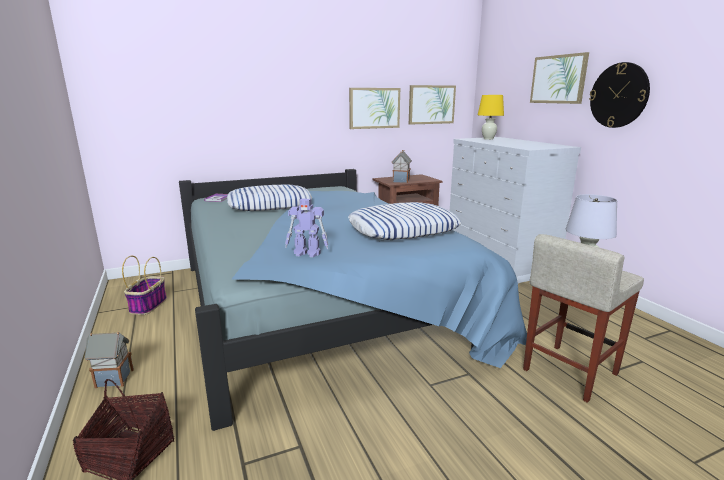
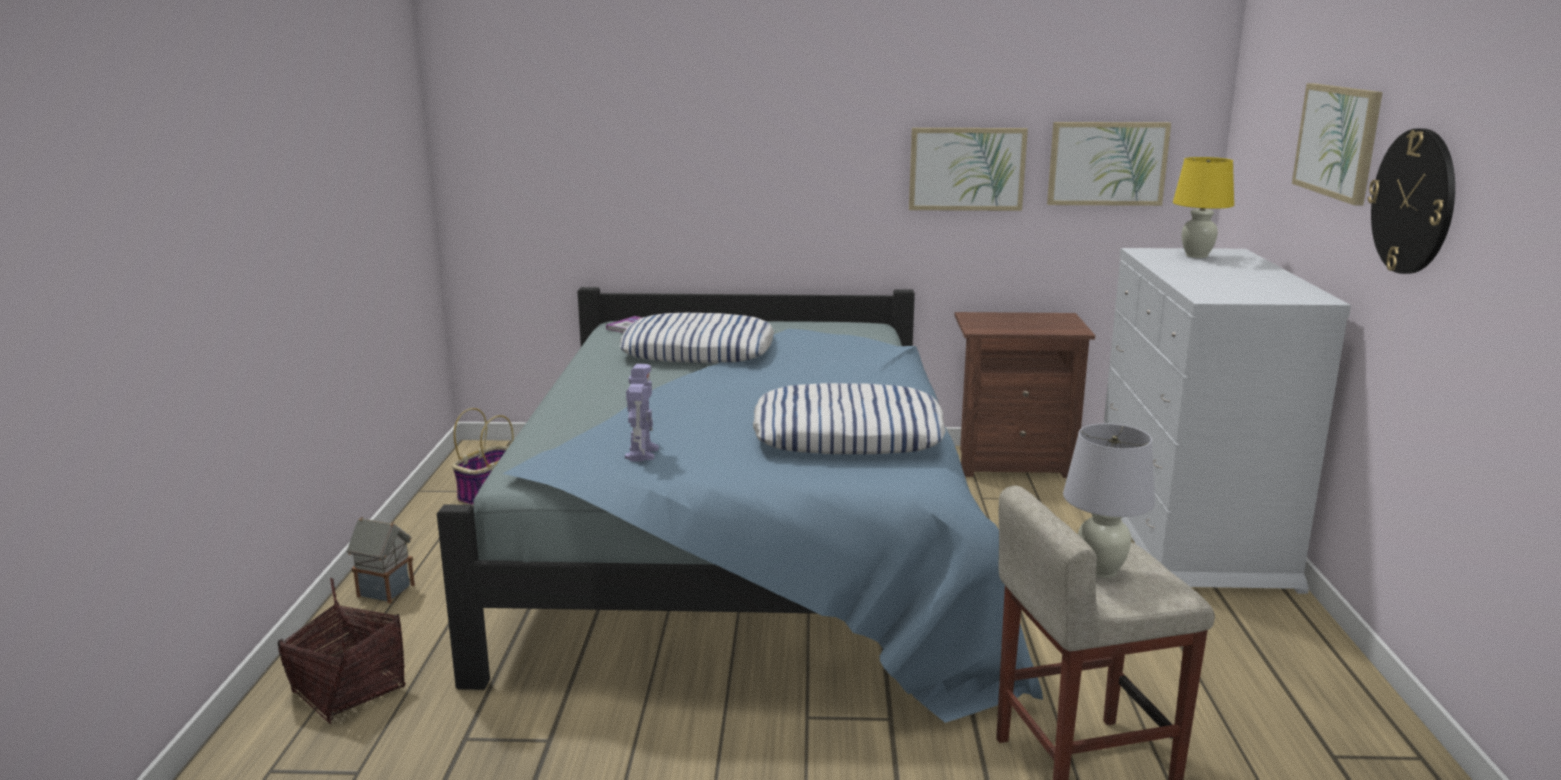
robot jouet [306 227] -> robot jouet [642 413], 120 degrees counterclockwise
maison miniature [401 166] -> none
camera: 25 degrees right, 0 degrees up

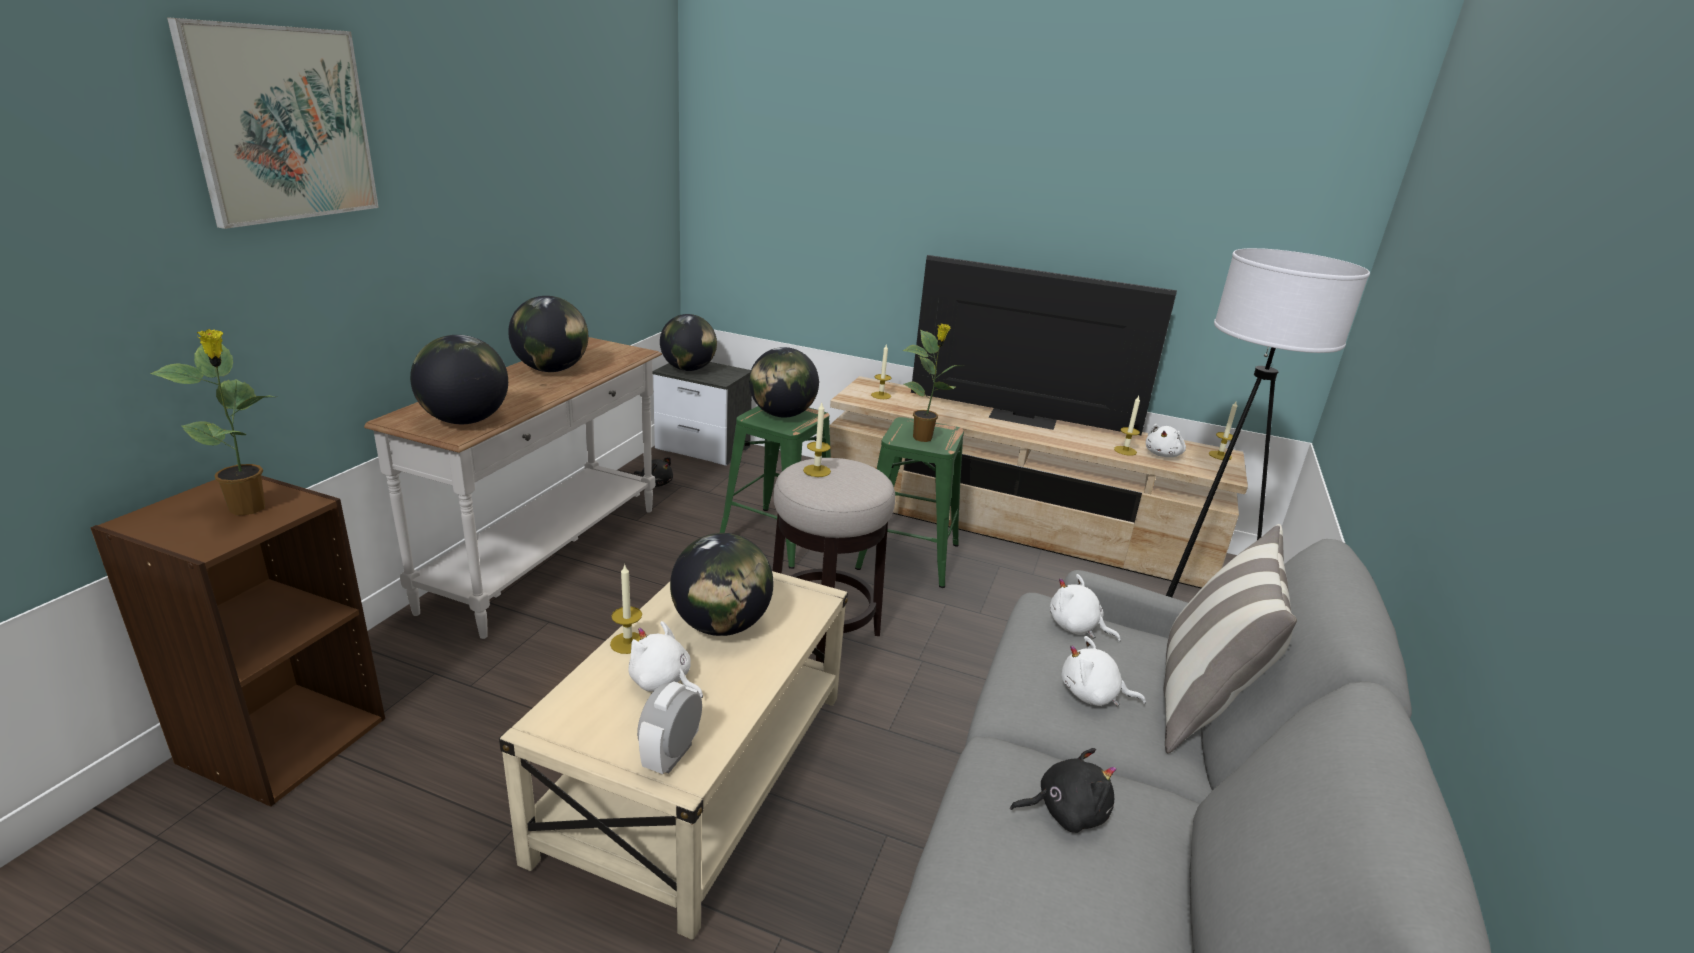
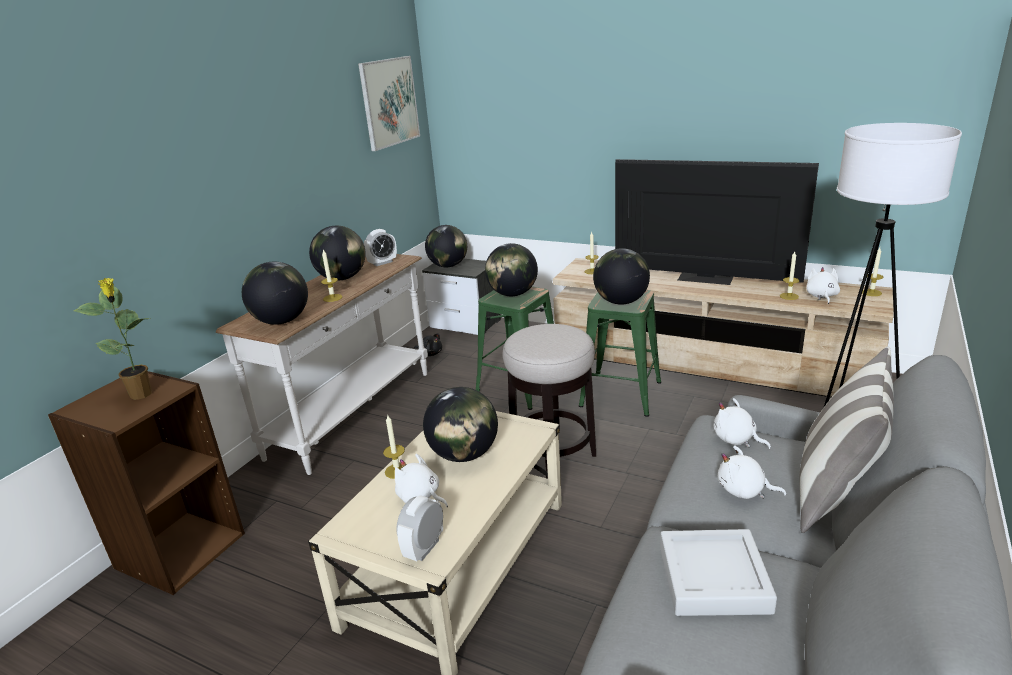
bougie [817 440] -> bougie [332 276], moved
tableau [273 123] -> tableau [389 103], moved
none -> réveil [380 247]
plante en pot [932 383] -> globe [621 276]
peluche [noir] [1063 790] -> plateau [gris] [718 572]
peluche [blanc] [1166 440] -> peluche [blanc] [823 285], 150 degrees clockwise
camera: 10 degrees right, 0 degrees up

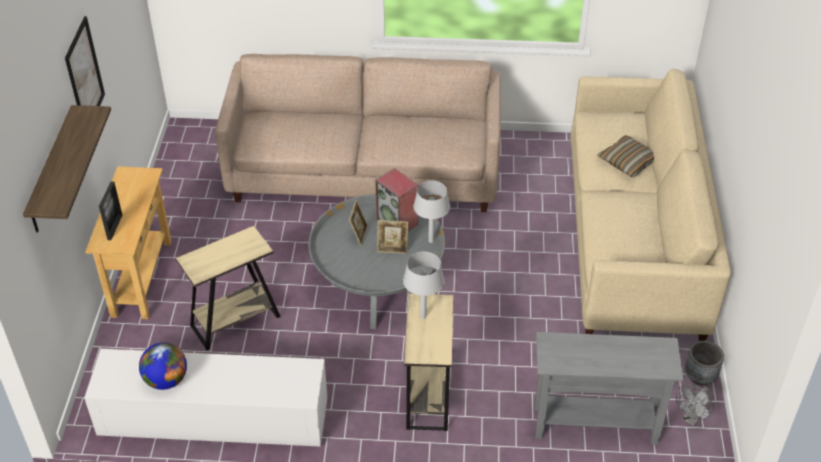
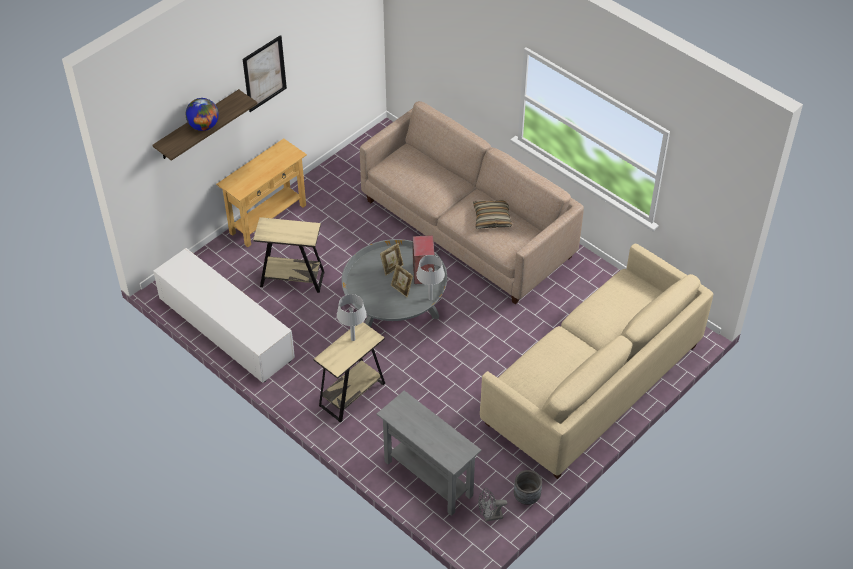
globe [163 366] -> globe [202 114], moved
coussin [625 156] -> coussin [492 214], moved
cadre photo [110 210] -> none
camera: 40 degrees right, 5 degrees up

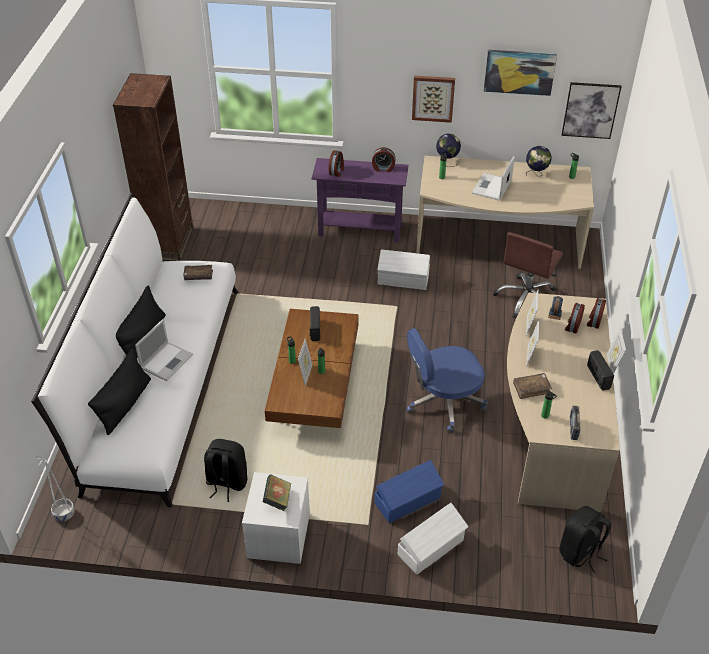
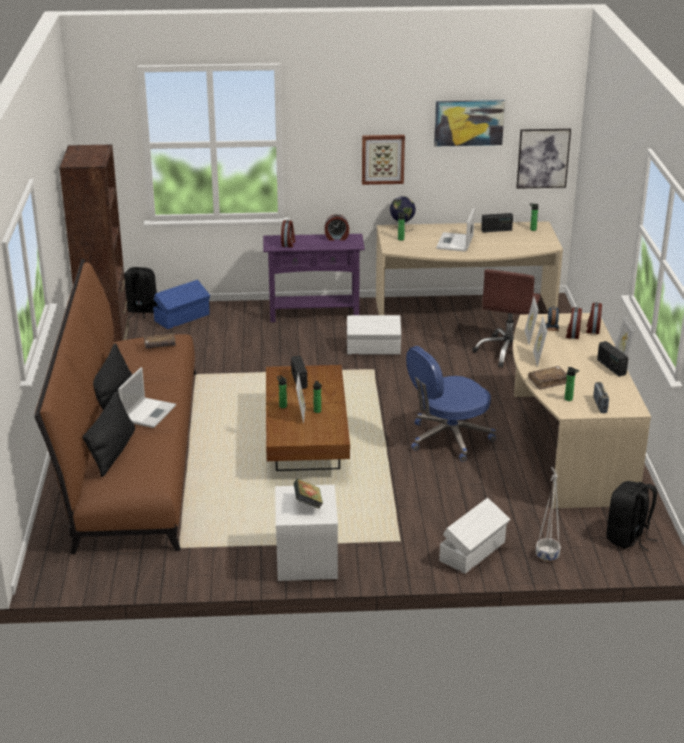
canapé [blanc] [134 350] -> canapé [marron] [115 406]
sac à dos [noir] [225 470] -> sac à dos [noir] [141 292], moved
boîte de rangement [bleu] [409 492] -> boîte de rangement [bleu] [181 304], moved
globe [539 161] -> radio [497 222]
cache-pot [blanc] [55 488] -> cache-pot [blanc] [548 514], moved
camera: 10 degrees left, 15 degrees down

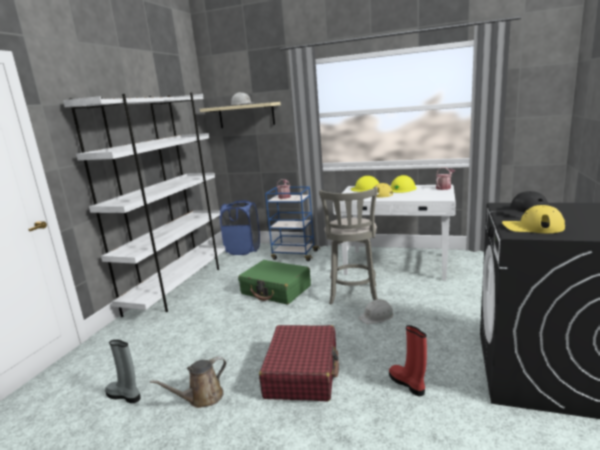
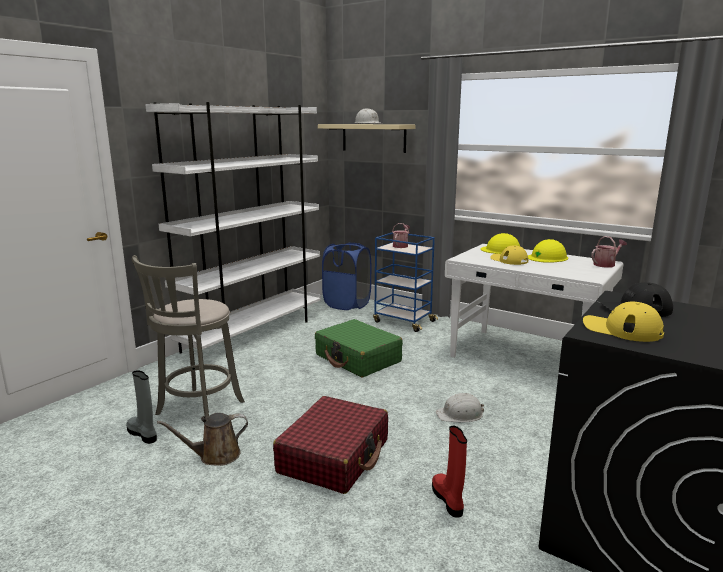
tabouret [gris] [348 246] -> tabouret [gris] [188 336], moved
camera: 15 degrees right, 0 degrees up

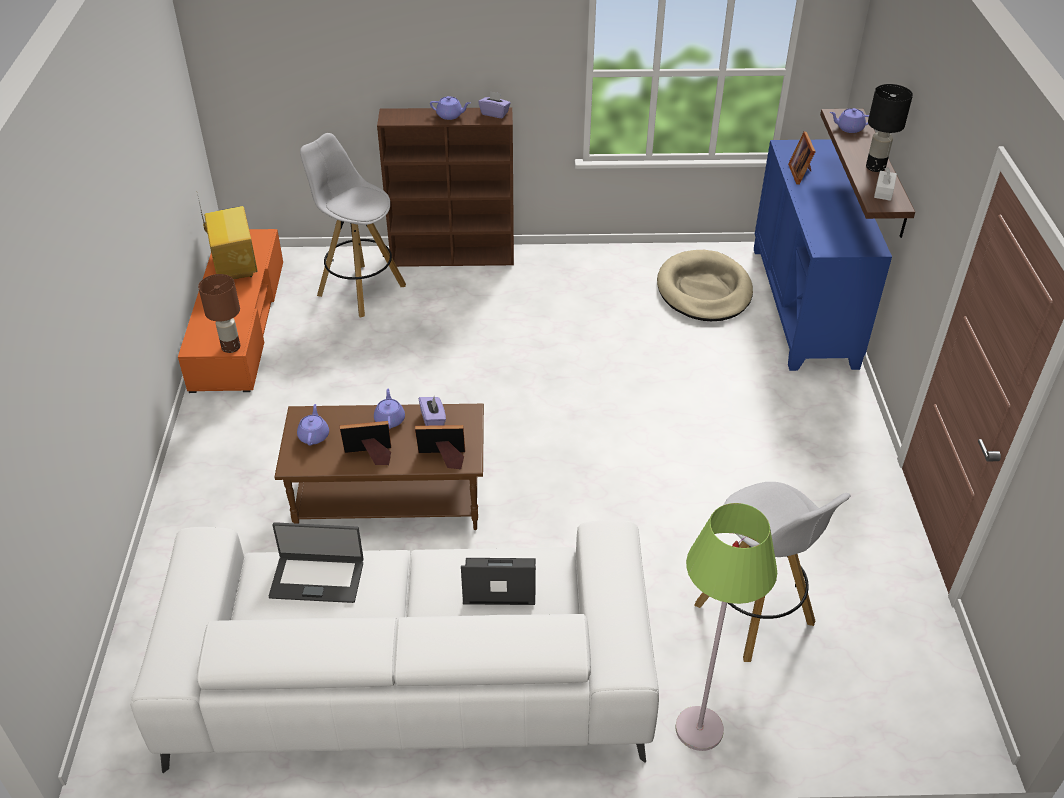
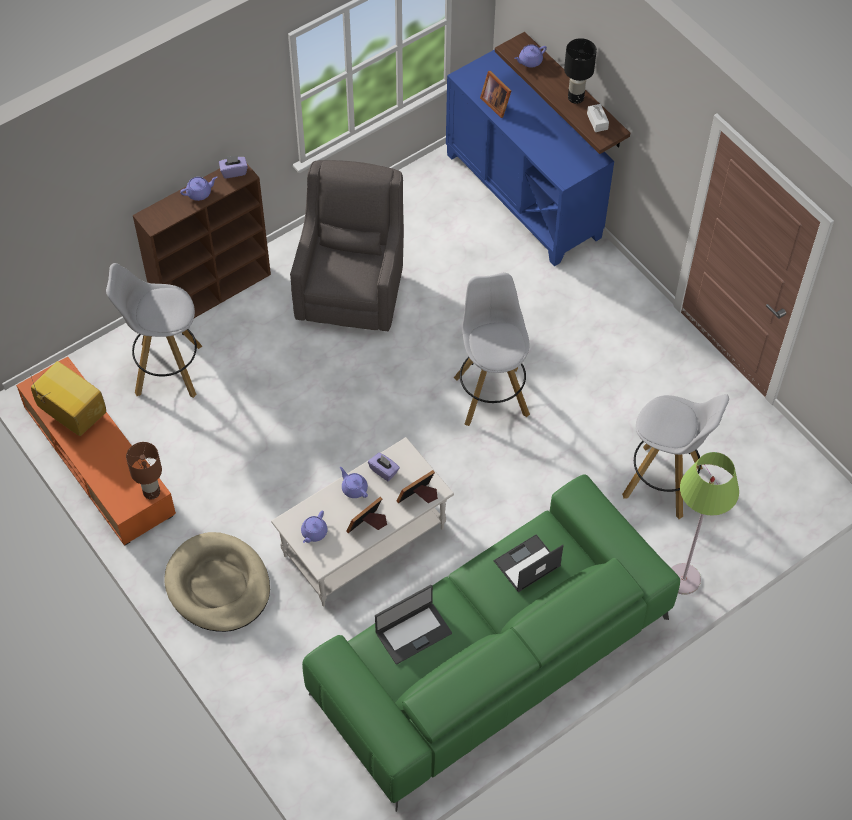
panier pour chien [beige] [705 285] -> panier pour chien [beige] [217 582], moved
table basse [marron] [379 467] -> table basse [blanc] [362 521]
none -> fauteuil [gris] [347 245]
théière [violet] [313 425] -> théière [violet] [314 526], 120 degrees counterclockwise
canapé [blanc] [394 646] -> canapé [vert] [491 643]
none -> tabouret [blanc] [492 349]
camera: 35 degrees left, 15 degrees up

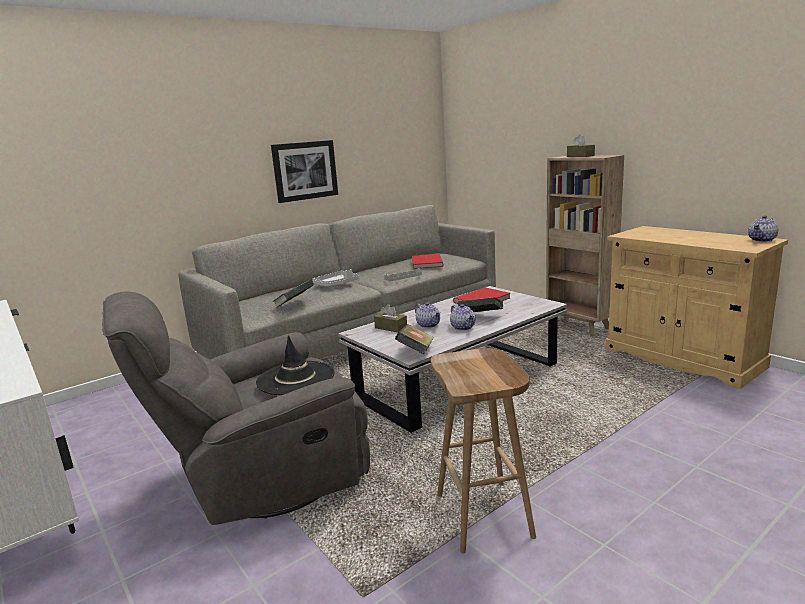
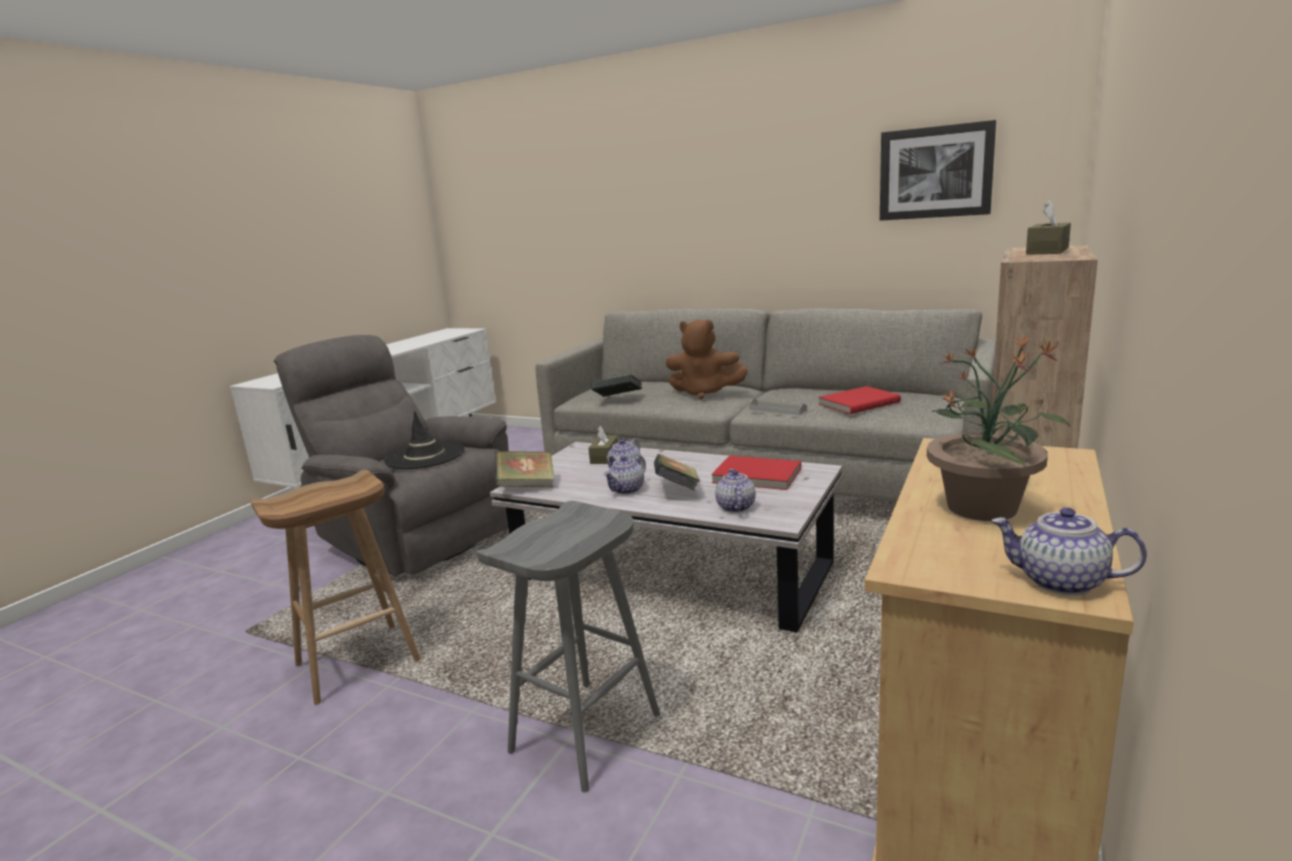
none -> tabouret [gris] [568 646]
plateau [gris] [335 278] -> peluche [marron] [706 359]
none -> théière [735 491]
tableau [304 171] -> tableau [938 170], moved
none -> plante en pot [999 428]
camera: 65 degrees right, 0 degrees up

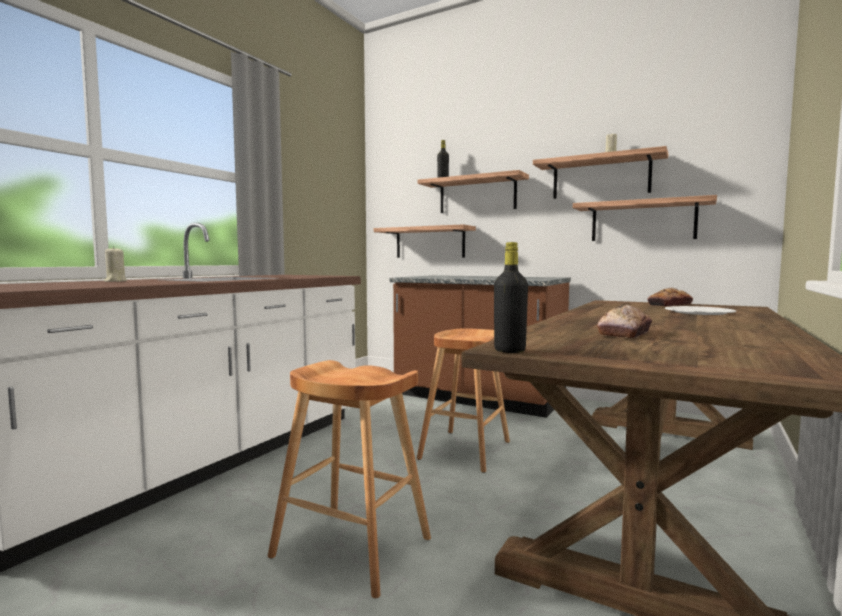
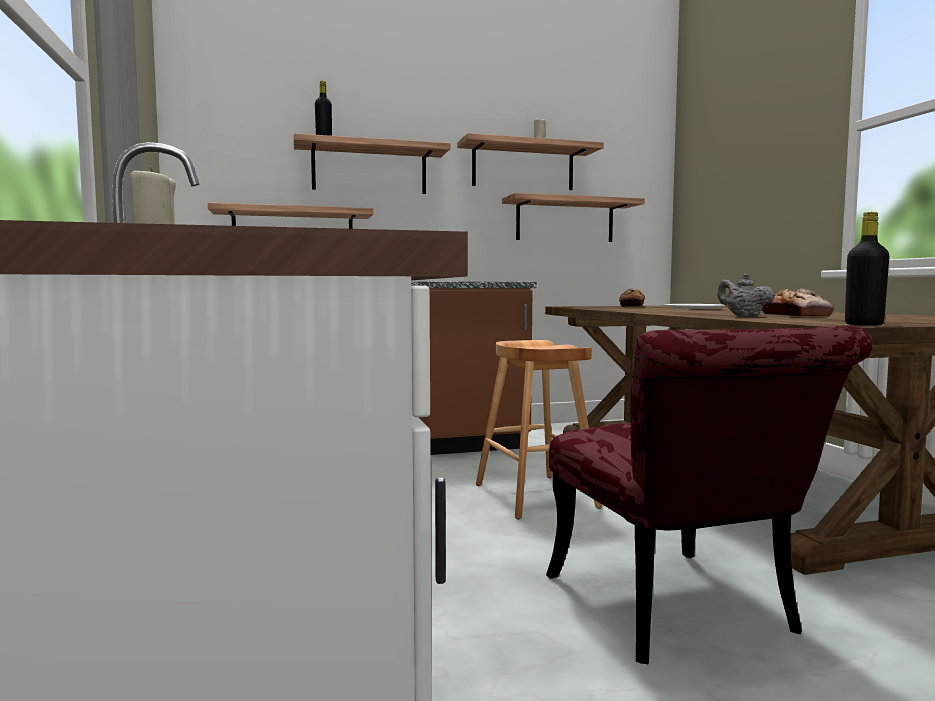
tabouret [marron] [349 479] -> chaise [rouge] [709 495]
none -> théière [gris] [746 295]
camera: 45 degrees left, 0 degrees up

